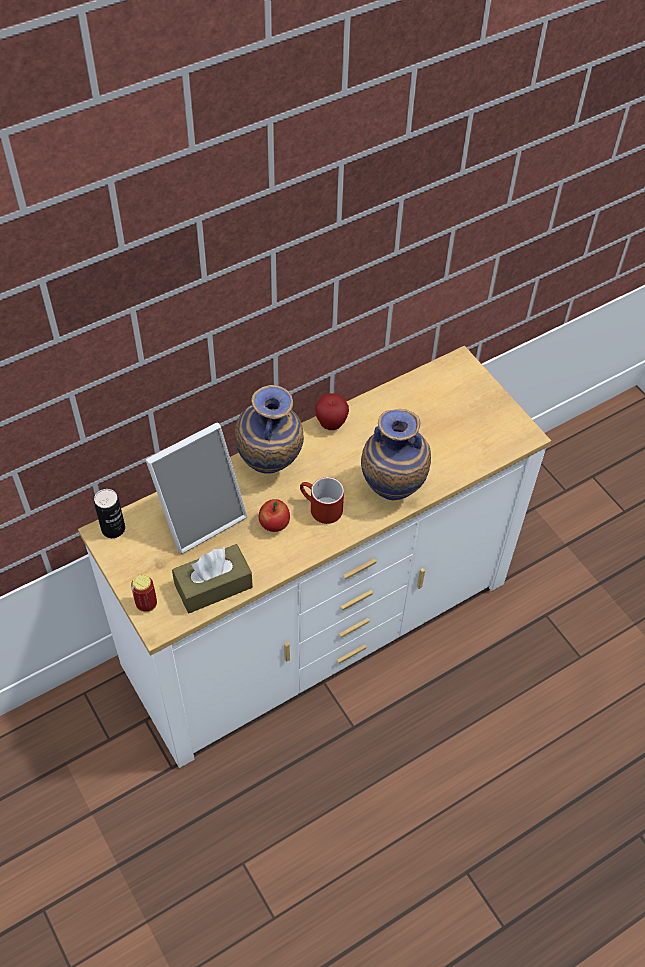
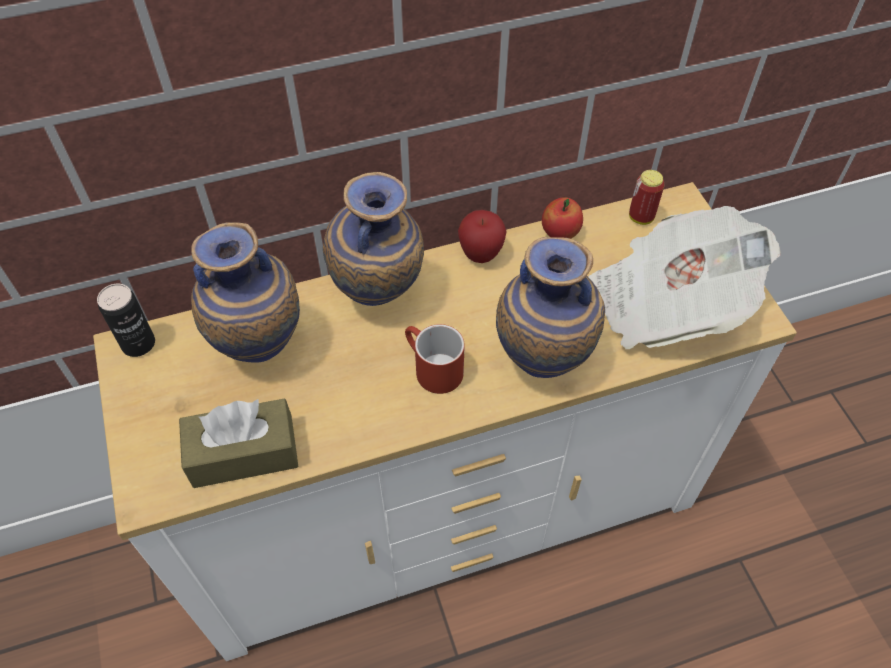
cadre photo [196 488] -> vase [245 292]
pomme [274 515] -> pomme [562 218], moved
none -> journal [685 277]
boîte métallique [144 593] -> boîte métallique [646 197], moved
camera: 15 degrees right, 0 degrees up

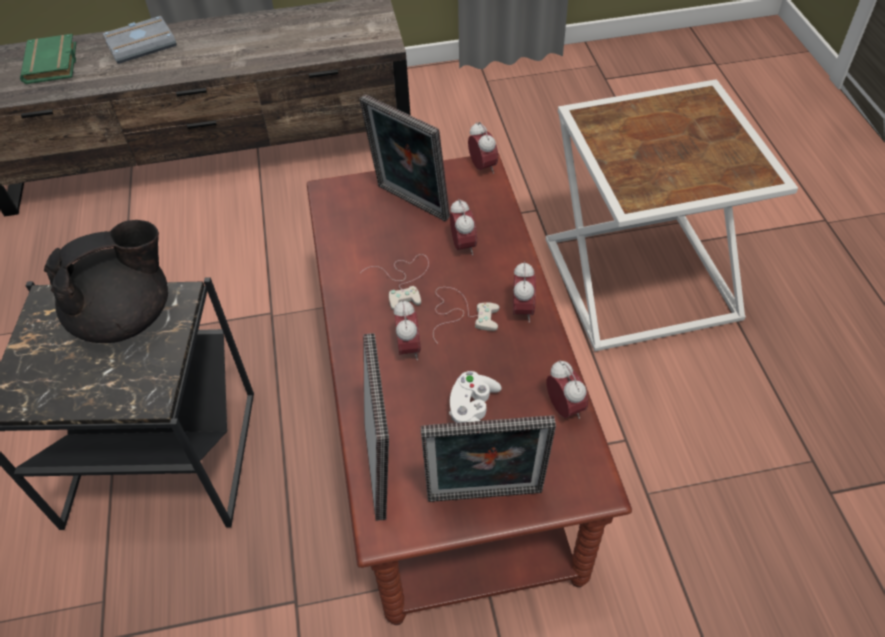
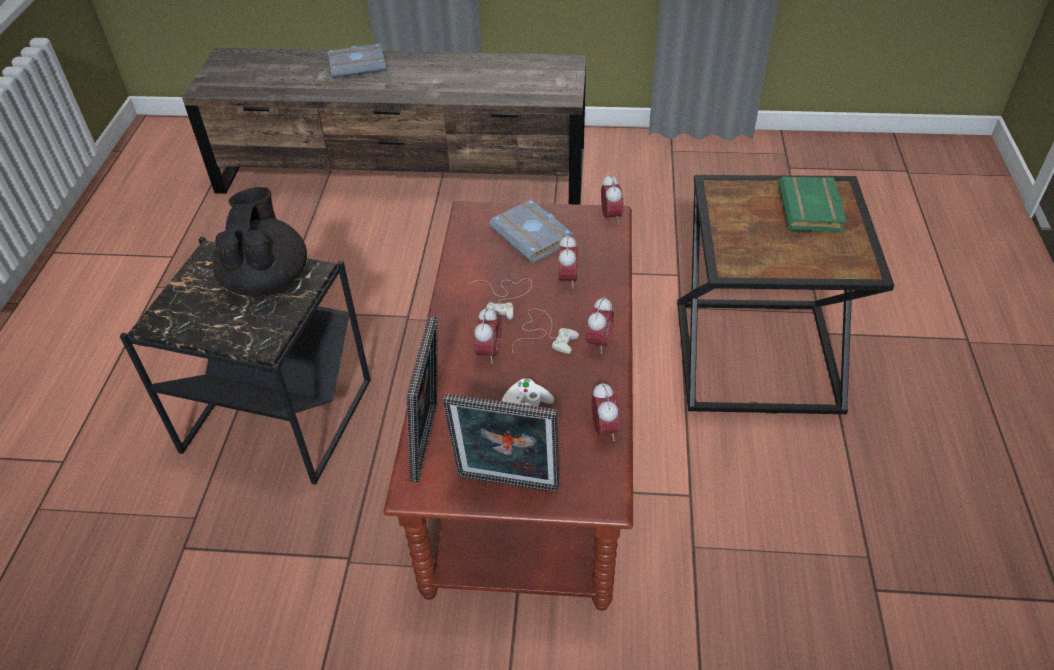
théière [noir] [106 281] -> théière [noir] [259 241], 75 degrees counterclockwise
cadre photo [404 157] -> livre [gris] [531 231]
table d'appoint [blanc] [671 215] -> table d'appoint [noir] [785 294]
livre [vert] [48 59] -> livre [vert] [812 204], moved
camera: 15 degrees right, 5 degrees down

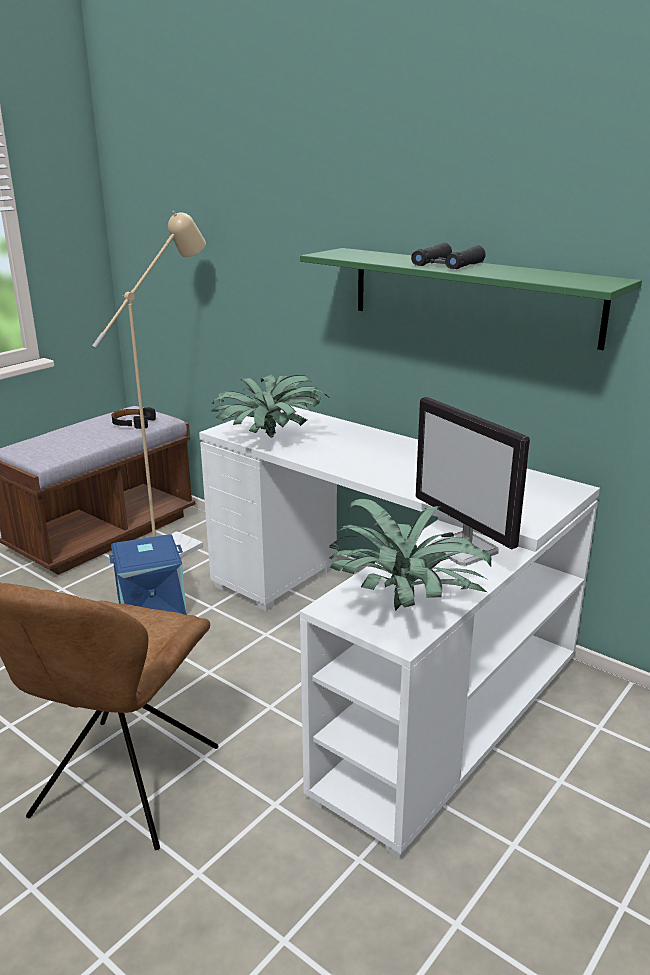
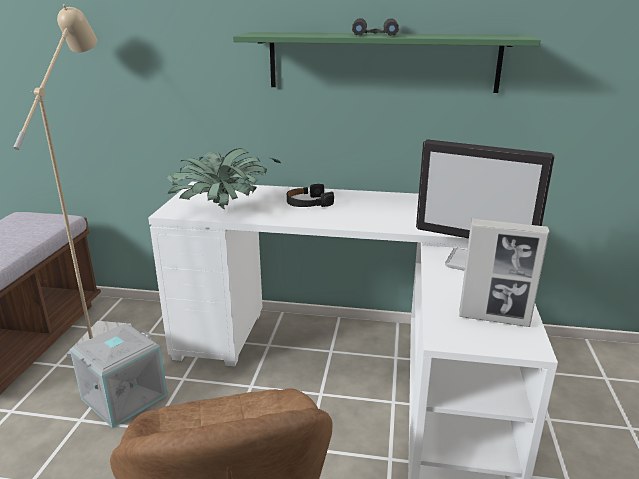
boîte de rangement [bleu] [148 574] -> boîte de rangement [gris] [118 375]
casque audio [noir] [134 418] -> casque audio [noir] [310 195], moved
plante en pot [410 554] -> cadre photo [504 272]
camera: 30 degrees left, 0 degrees up

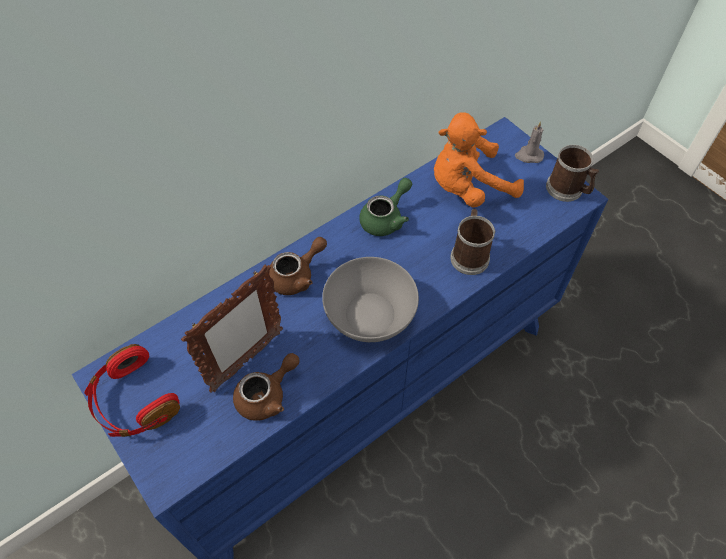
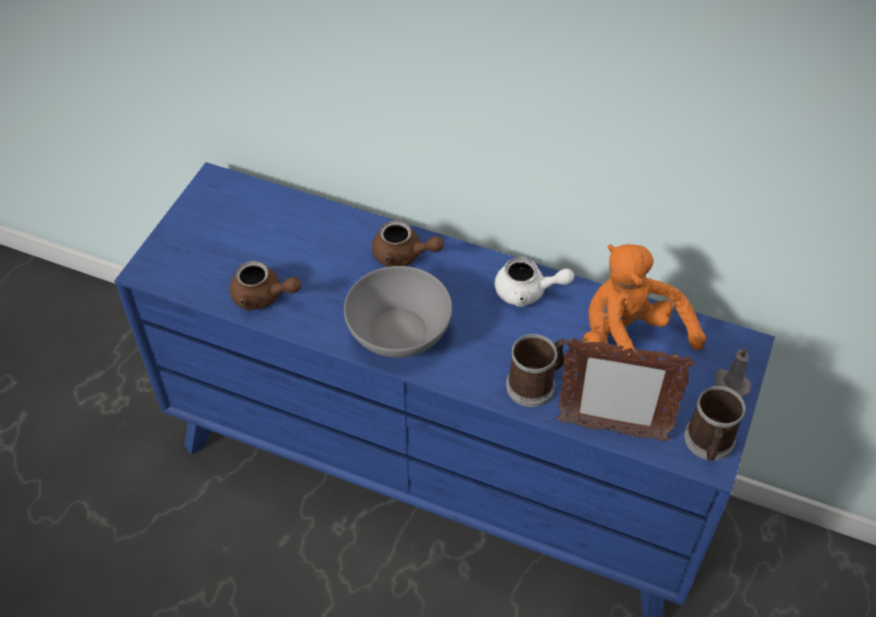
théière [vert] [385 207] -> théière [blanc] [534 282]
cadre photo [232 329] -> cadre photo [626 389], moved
casque audio [rouge] [132 390] -> none
camera: 60 degrees right, 5 degrees down

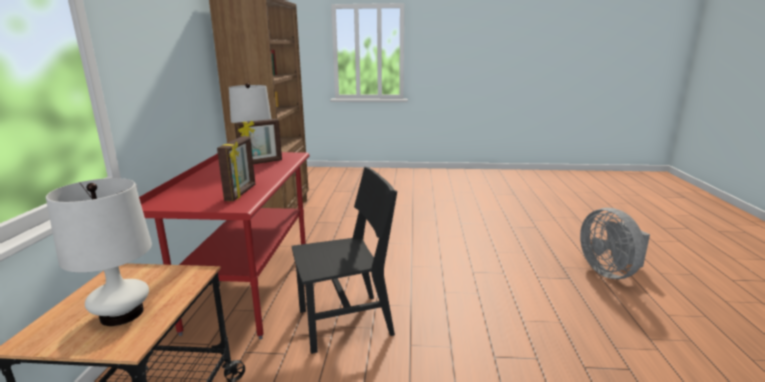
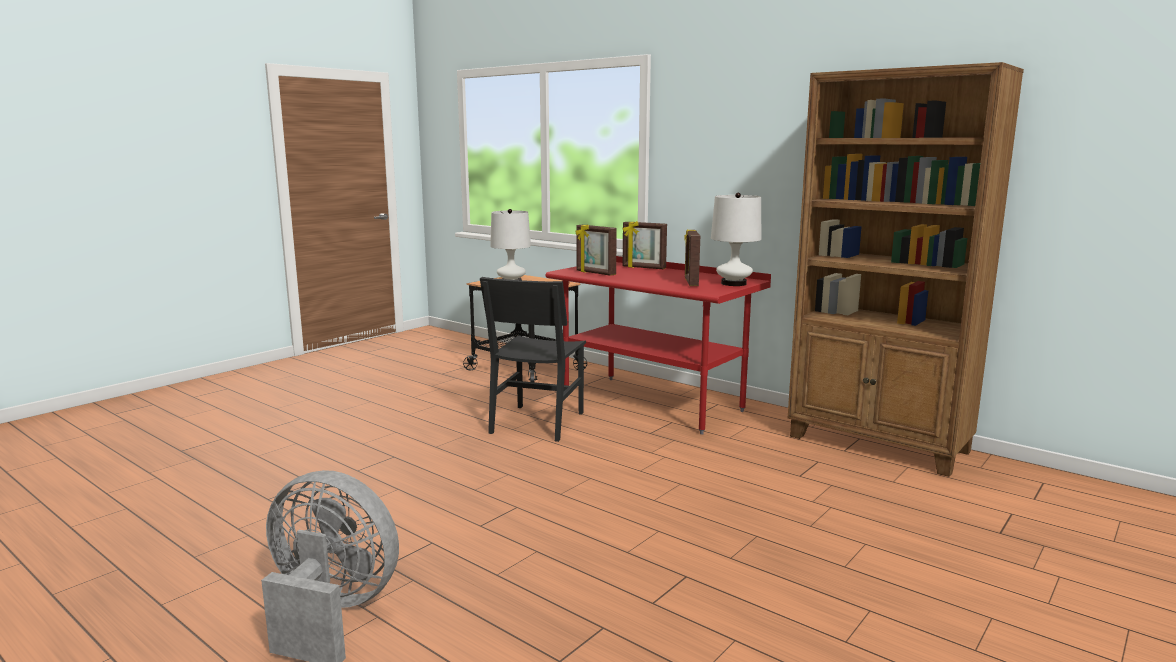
none -> cadre photo [645 245]
camera: 125 degrees right, 5 degrees down

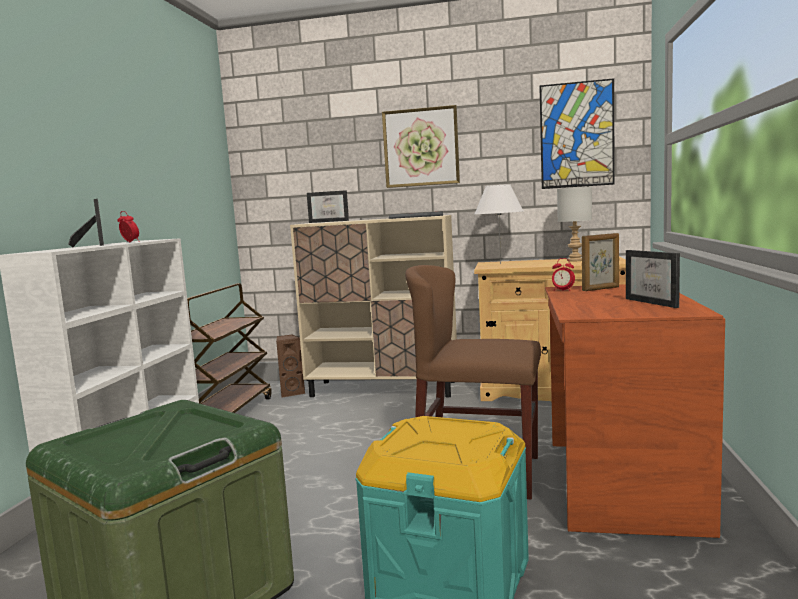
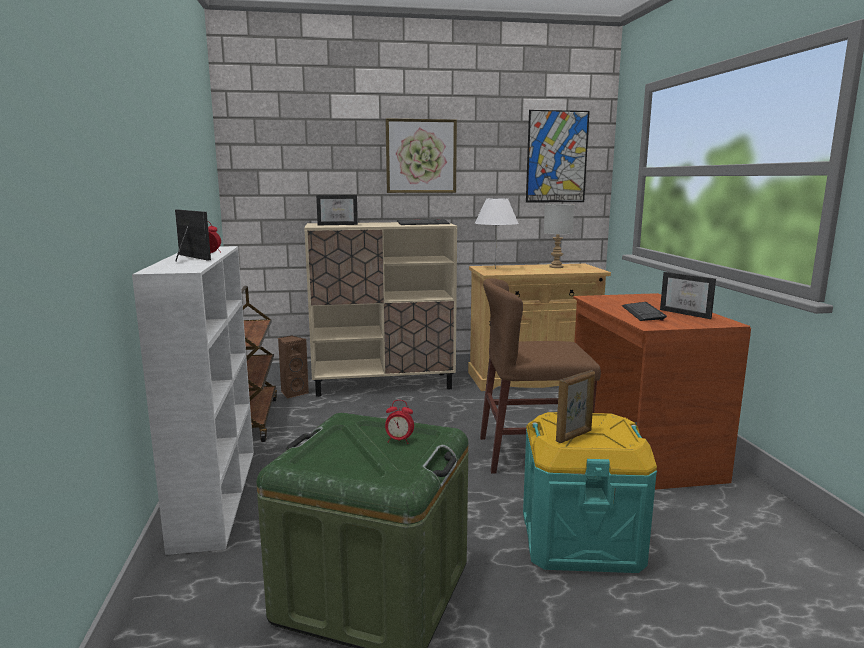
réveil [563 274] -> réveil [399 422], moved
cadre photo [600 262] -> cadre photo [575 406], moved
none -> clavier [644 311]
camera: 20 degrees left, 5 degrees up

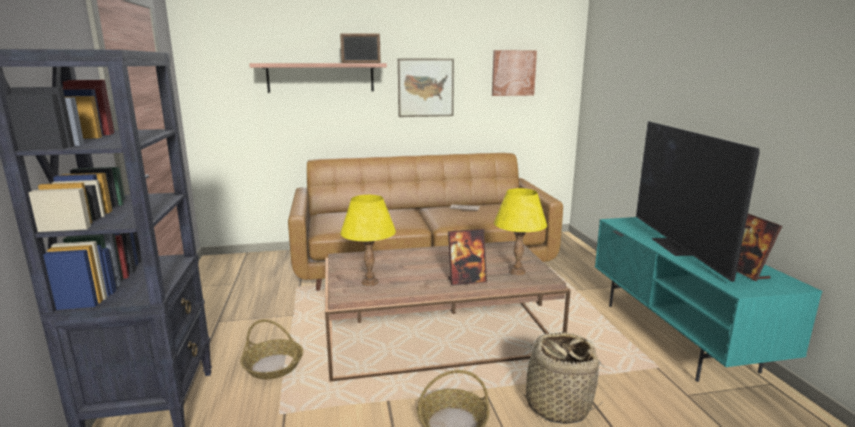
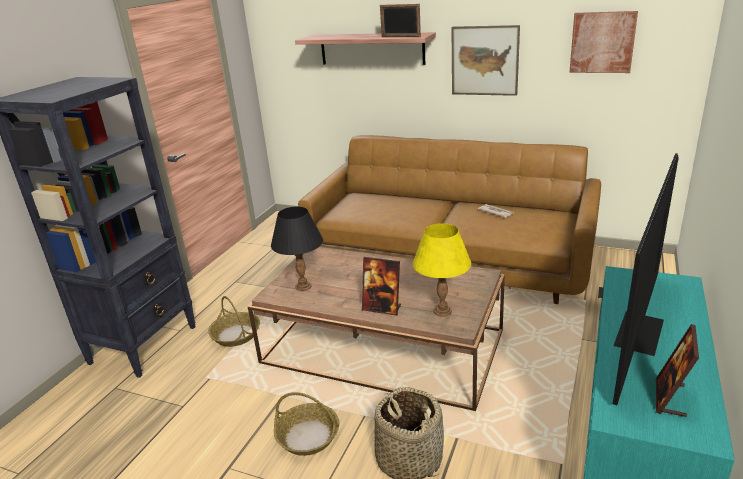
lampe de table [jaune] [368 240] -> lampe de table [noir] [297 249]
camera: 35 degrees right, 10 degrees up

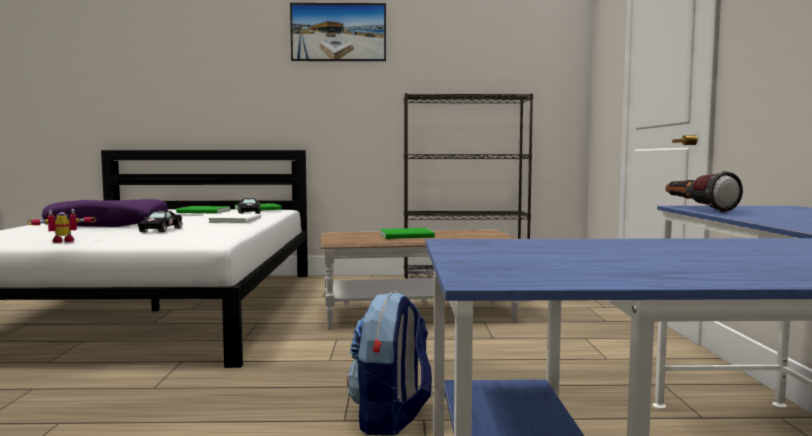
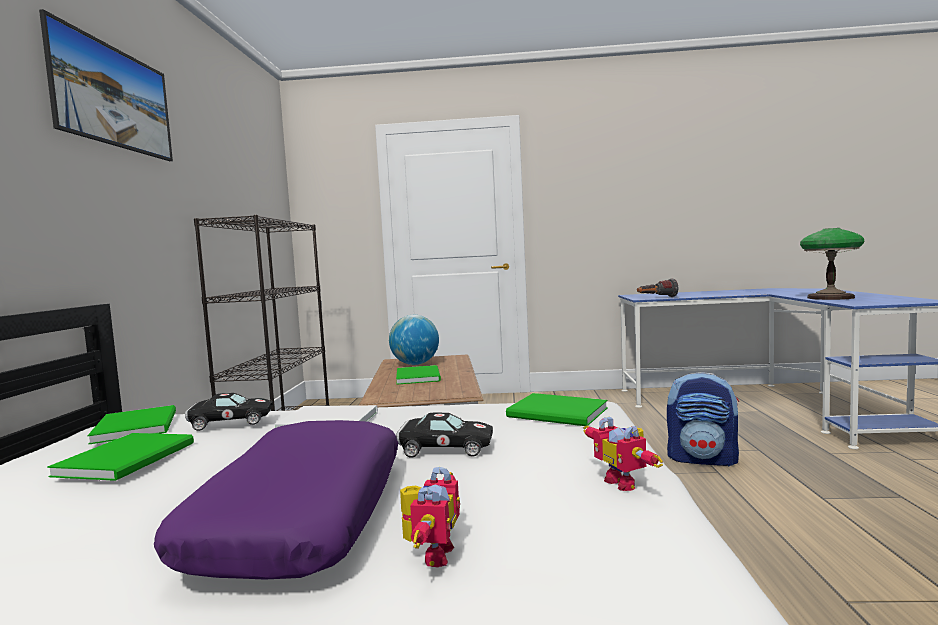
none -> globe [414 340]
none -> robot jouet [430 517]
none -> livre [vert] [557 409]
none -> lampe de table [832 264]
camera: 85 degrees left, 0 degrees up

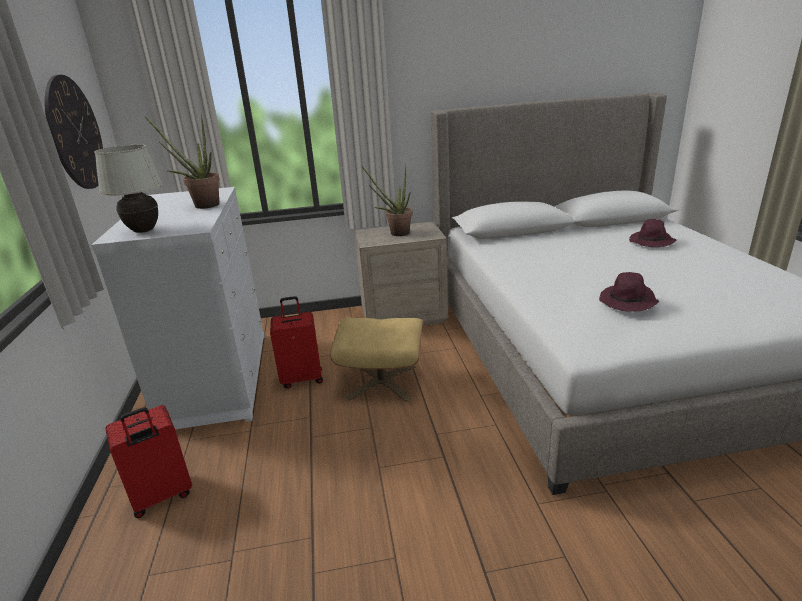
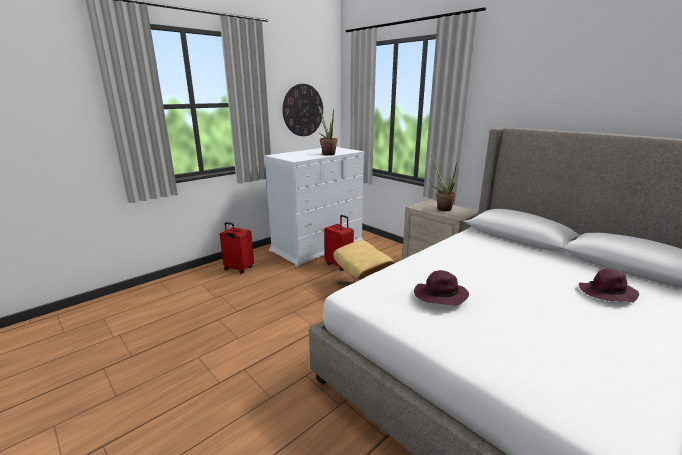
lampe de table [blanc] [128 189] -> none
camera: 55 degrees right, 5 degrees down

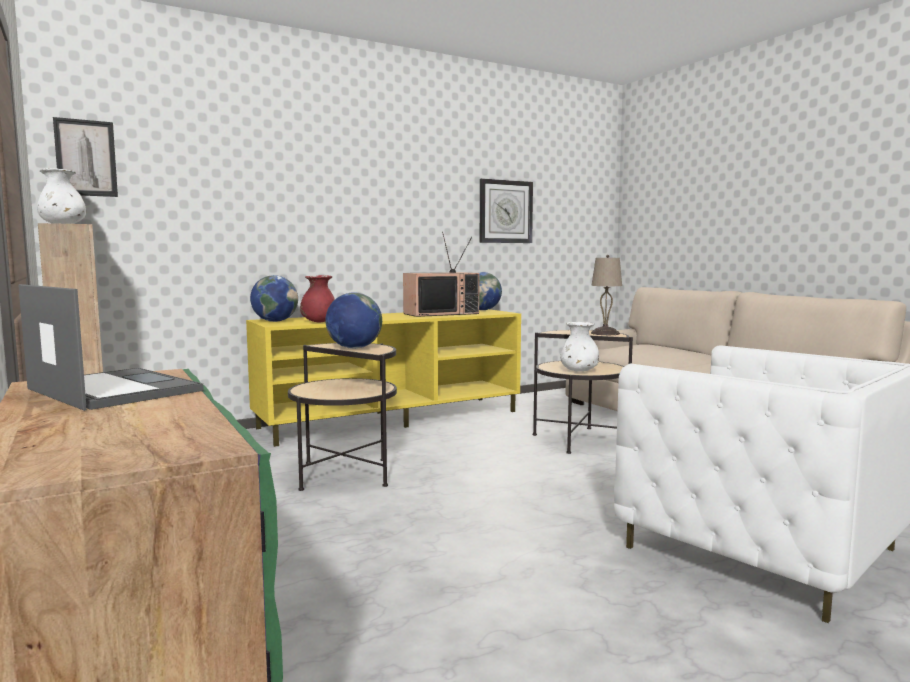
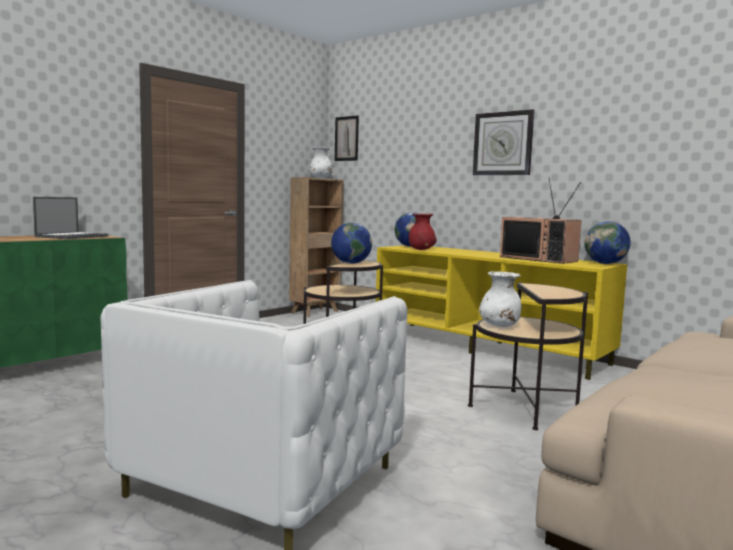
horloge murale [506 210] -> horloge murale [503 142], moved
lampe de table [beige] [606 295] -> none
camera: 70 degrees right, 0 degrees up

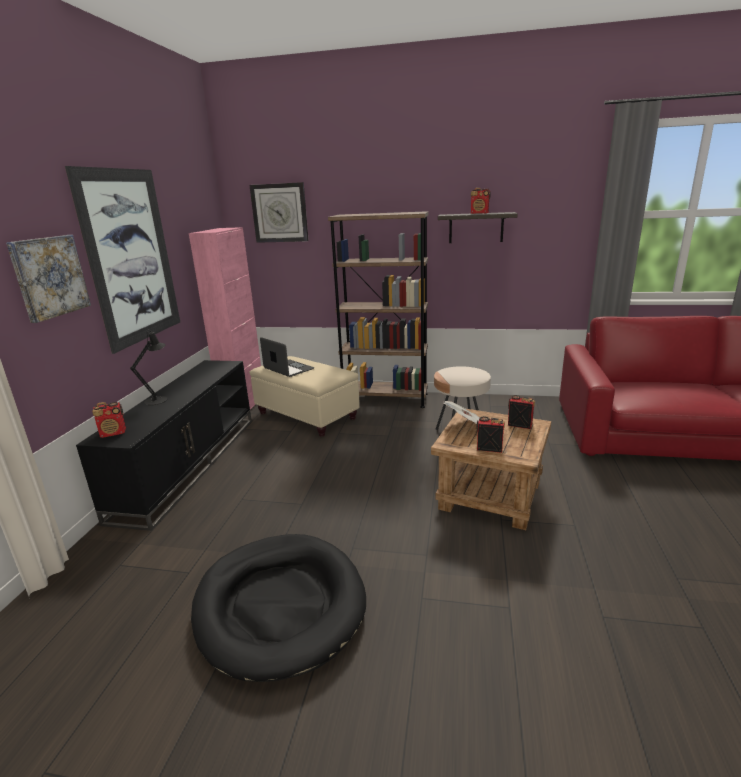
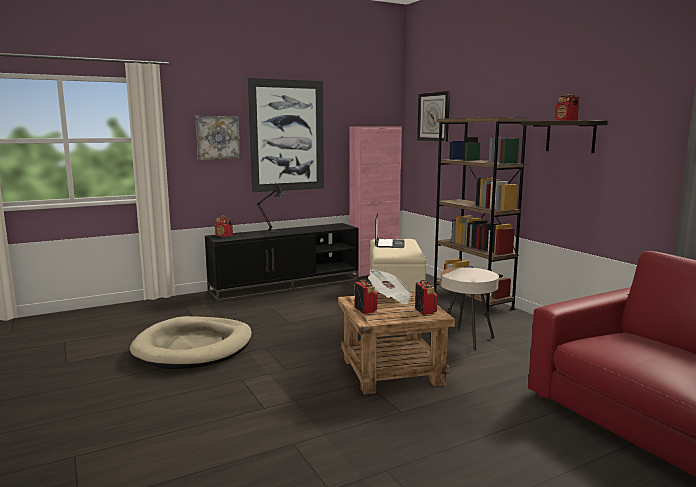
panier pour chien [noir] [278 608] -> panier pour chien [beige] [191 342]
camera: 50 degrees right, 10 degrees down

